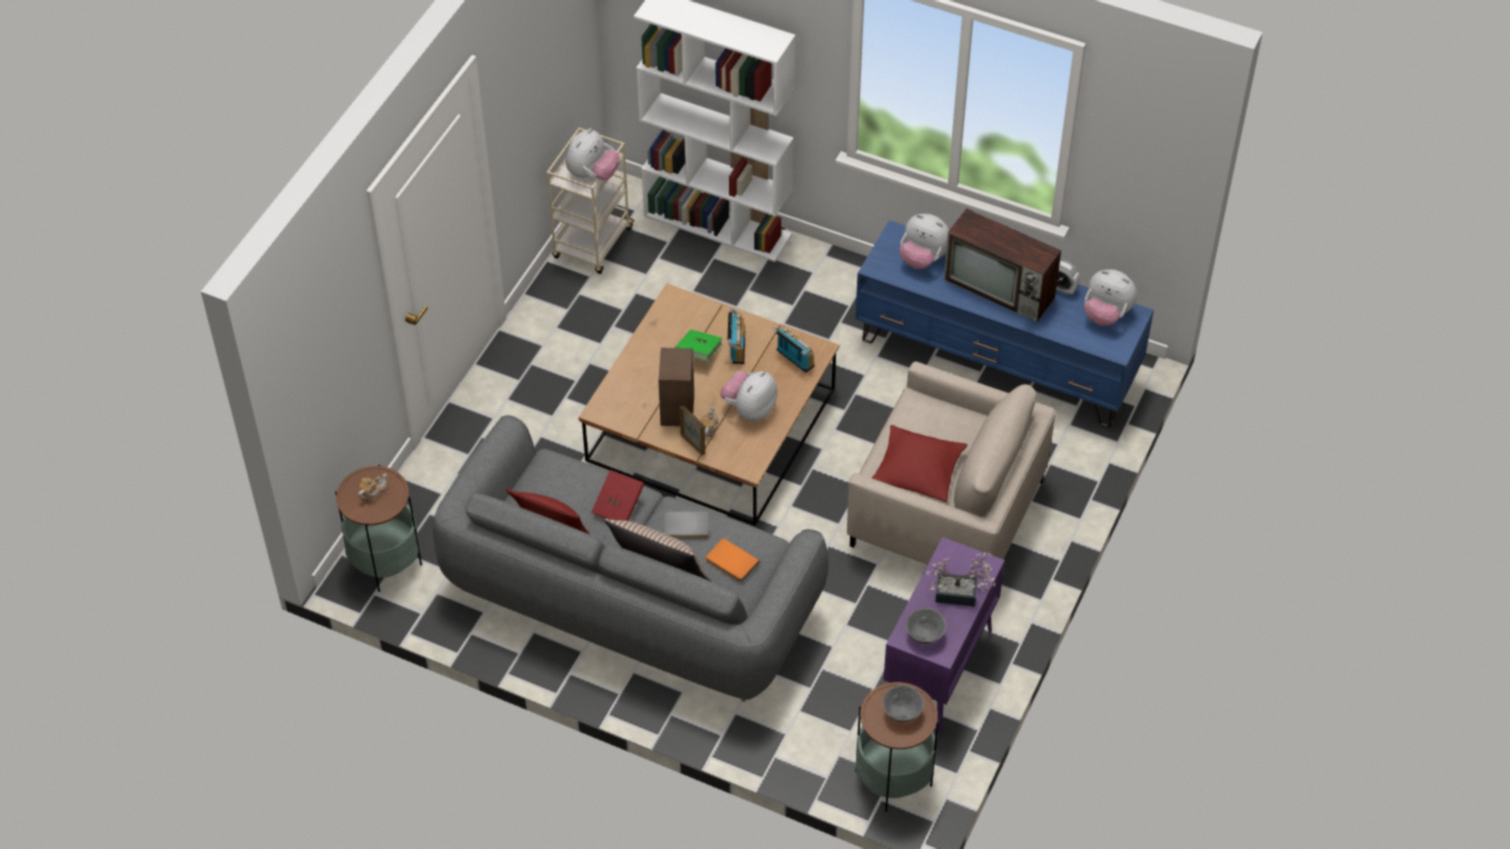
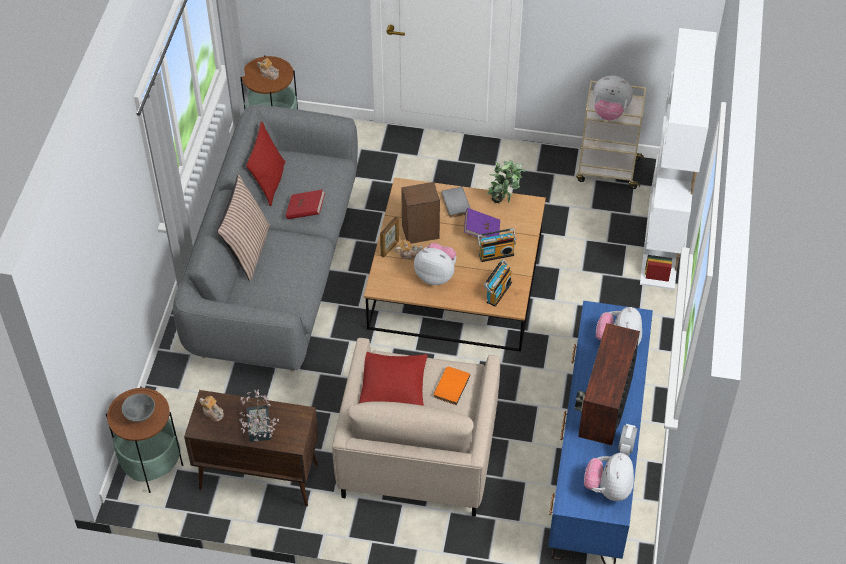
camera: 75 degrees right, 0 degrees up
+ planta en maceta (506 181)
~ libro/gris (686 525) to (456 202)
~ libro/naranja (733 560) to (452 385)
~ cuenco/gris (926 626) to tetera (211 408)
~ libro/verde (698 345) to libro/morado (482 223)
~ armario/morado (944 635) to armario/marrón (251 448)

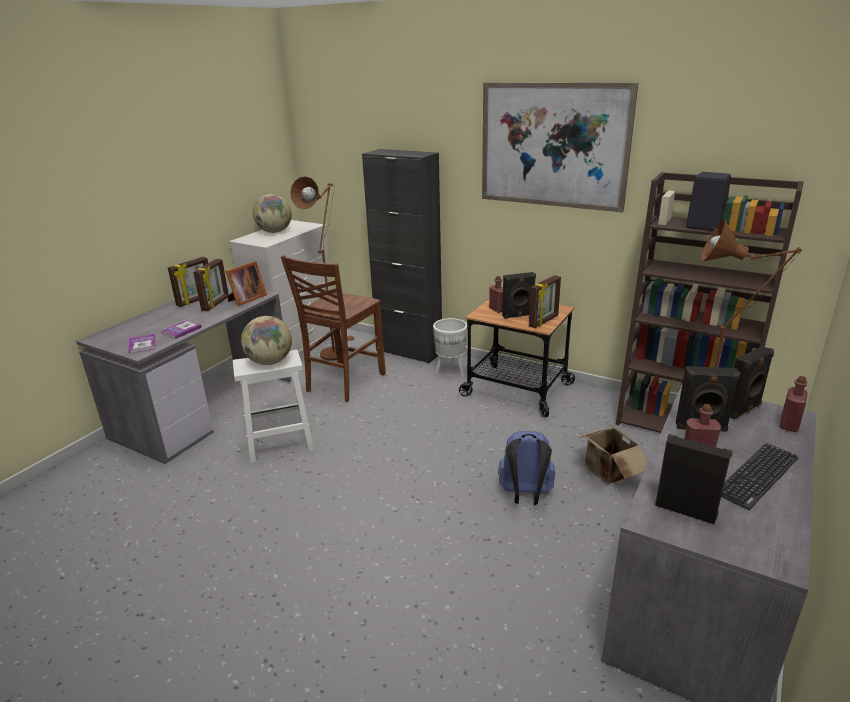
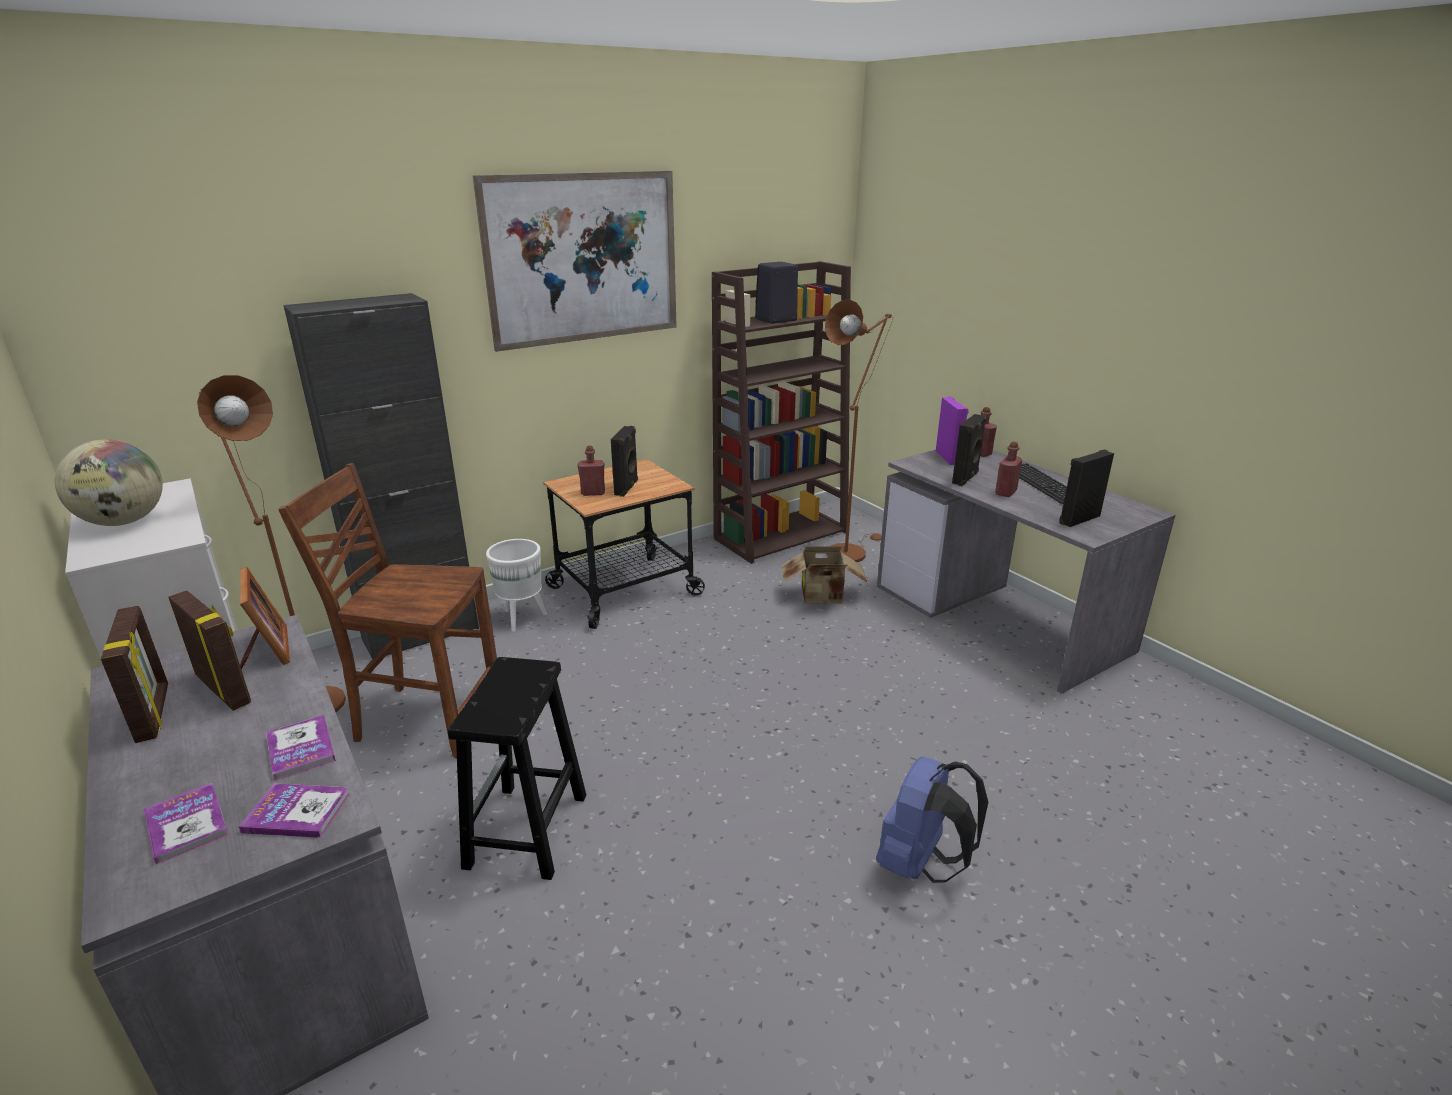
camera: 65 degrees left, 0 degrees up
- globo terráqueo (266 340)
- portarretratos (545 301)
+ libro (186 824)
~ mochila/azul (526 468) to (932 820)
~ taburete/blanco (273 407) to taburete/negro (517 768)
~ altavoz/negro (752 382) to altavoz/morado (952 430)
~ silla/marrón (333 328) = (387 610) 135 degrees clockwise

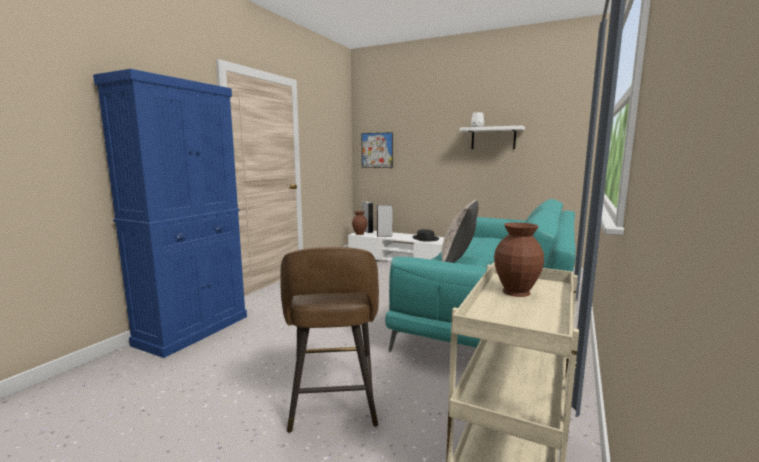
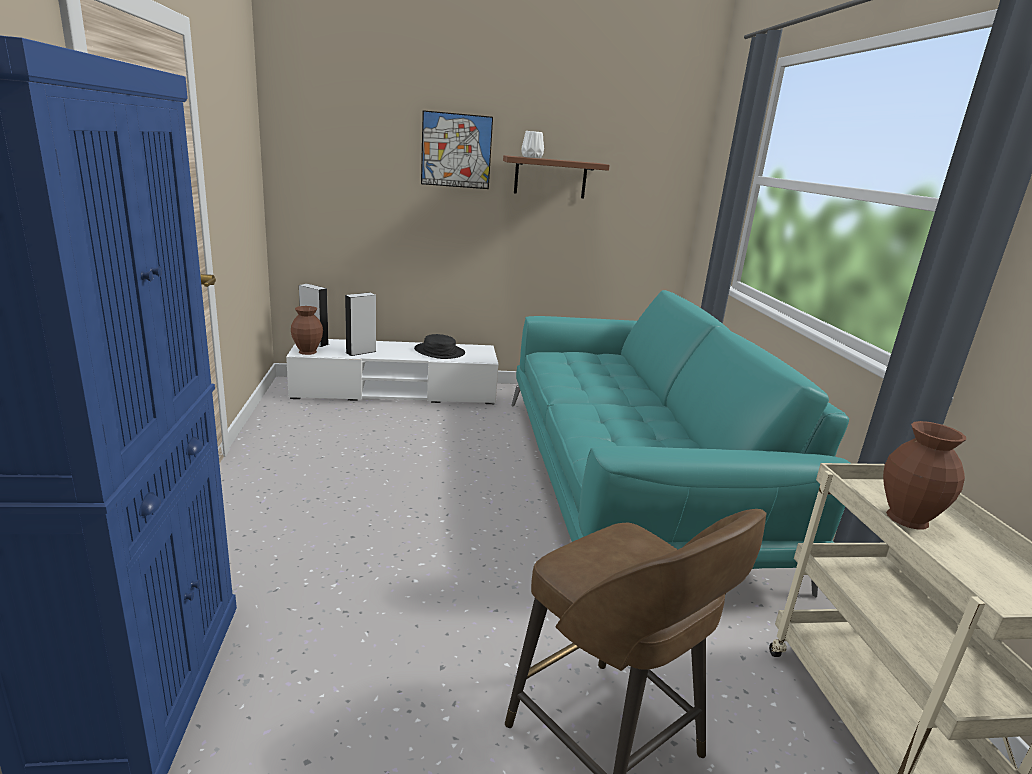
camera: 35 degrees left, 10 degrees up
- cojín/beis (459 231)
~ cuadro (377 150) to (457 149)
~ estante/blanco (492 137) to estante/marrón (556 176)

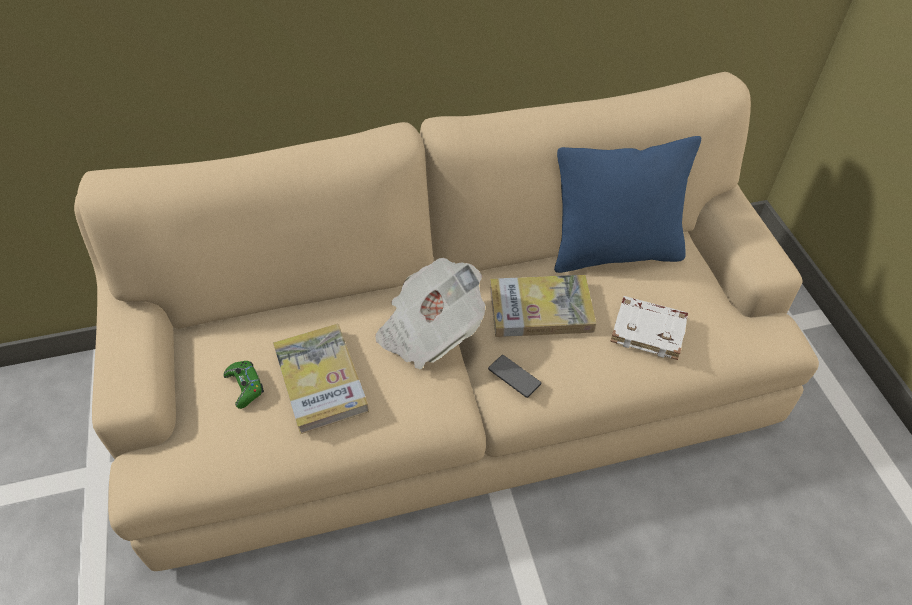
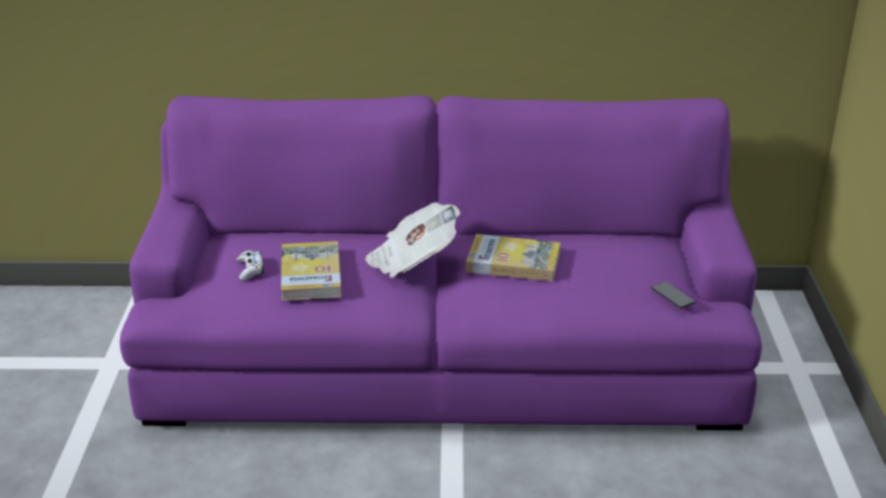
camera: 15 degrees right, 20 degrees down
- cojín/azul (627 204)
- libro/blanco (649 328)
~ móvil (514 376) to (673 295)
~ sofá/beis (446 321) to sofá/morado (441 263)
~ mando de consola/verde (244 385) to mando de consola/blanco (250 265)

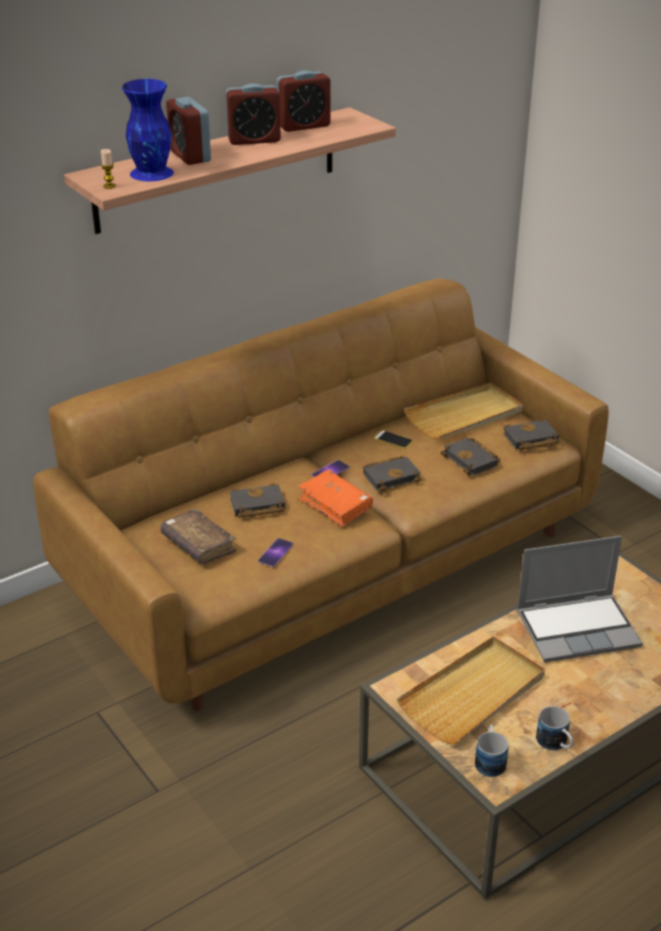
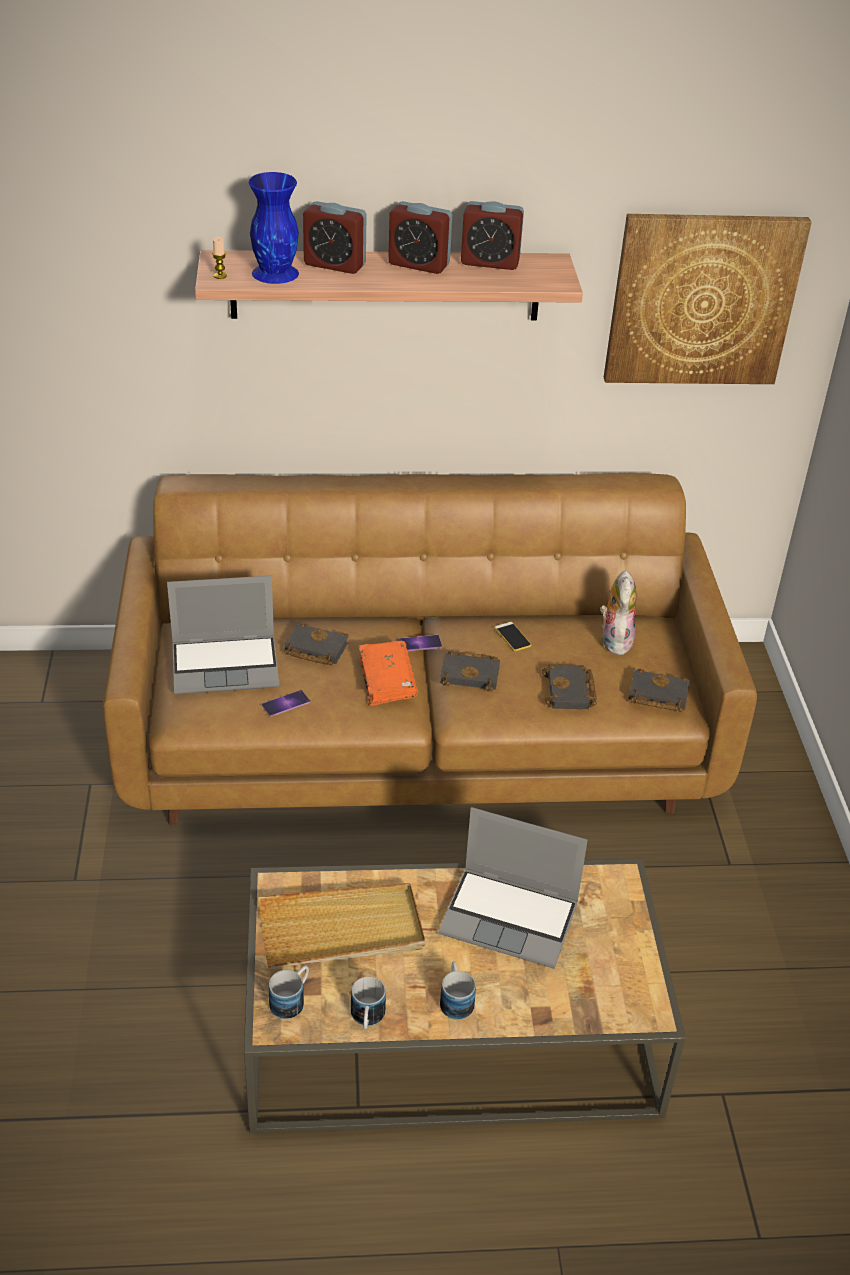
camera: 30 degrees right, 5 degrees up
+ taza grande (458 990)
+ cuadro (708 299)
~ libro/marrón (199 536) to portátil (223 635)
~ bandeja/beis (463 411) to peluche (618 612)
~ despertador (188 131) = (335 237) 75 degrees counterclockwise

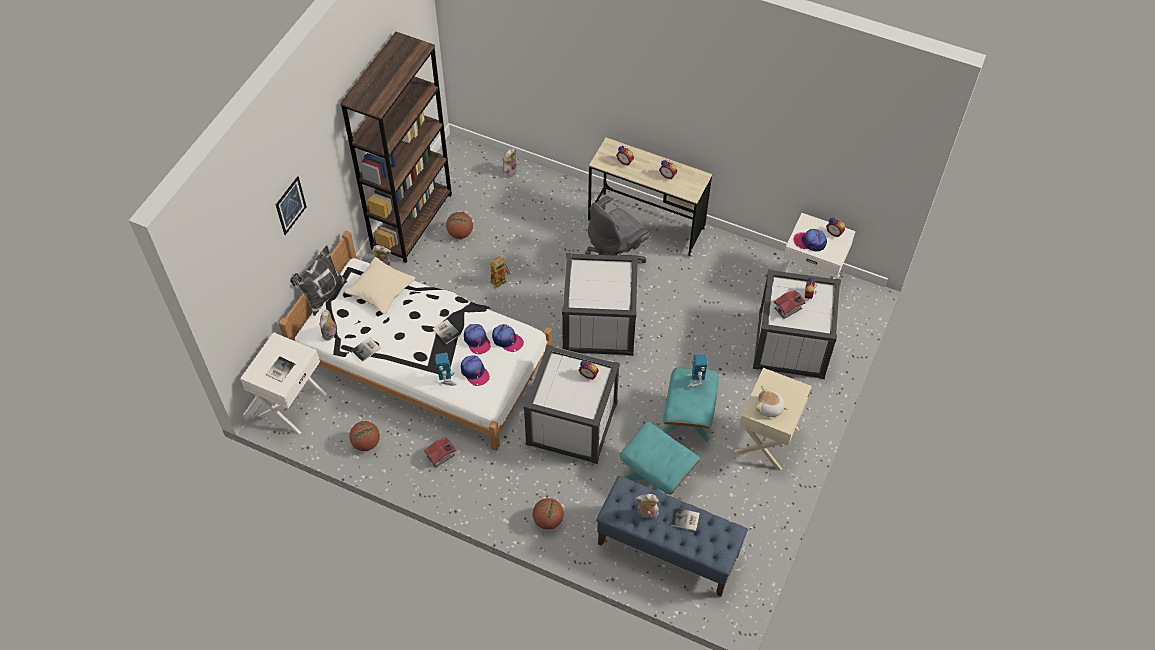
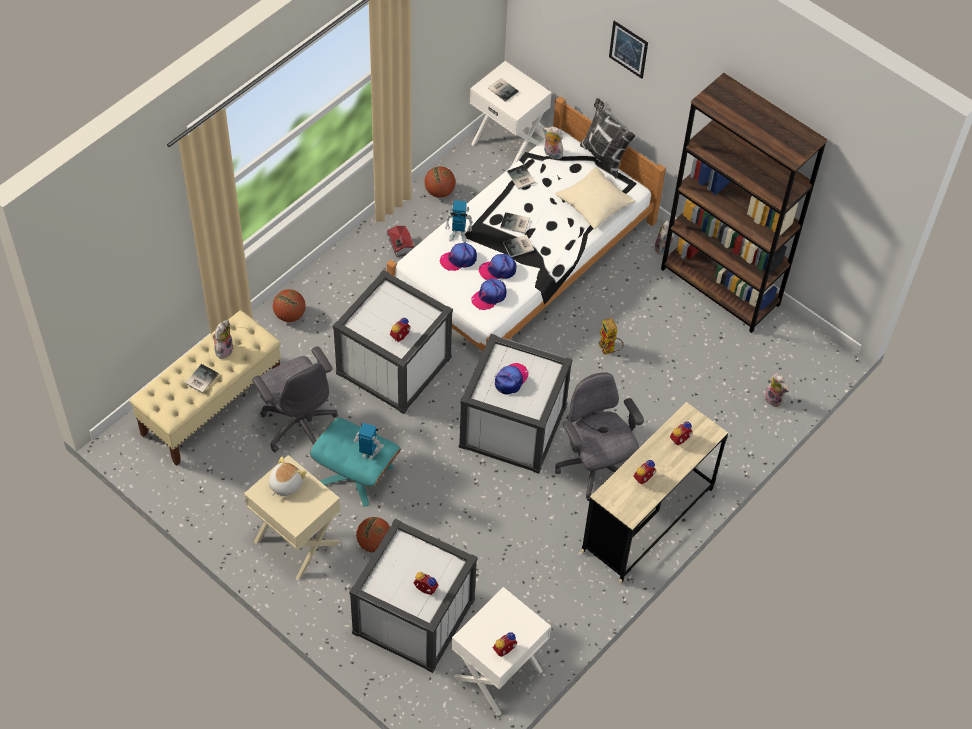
camera: 105 degrees right, 0 degrees up
- casita (790 304)
+ libro (515 223)
~ balón de baloncesto (459 225) to (373 535)
~ gorra (810 240) to (511 379)
~ puf/turquesa (660 458) to silla de oficina/gris (295 399)
~ banco/azul (672 536) to banco/beis (205 388)

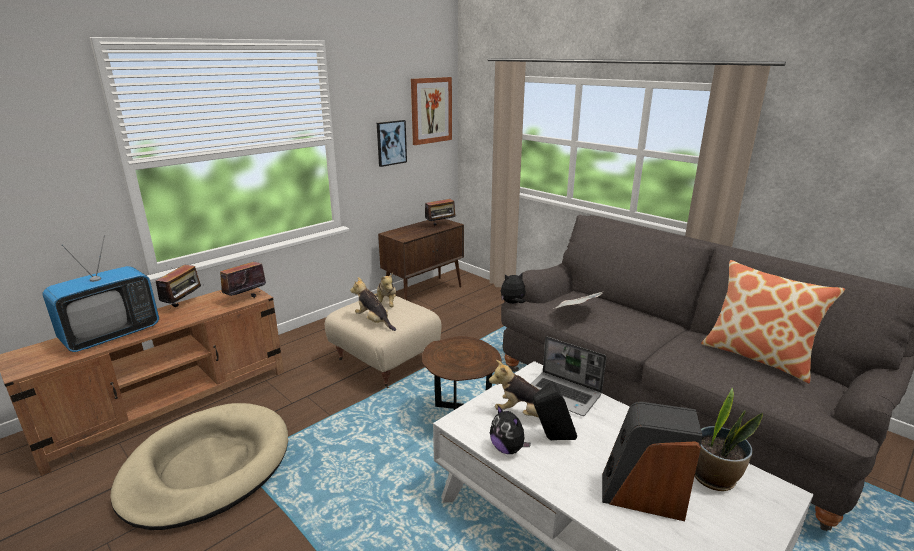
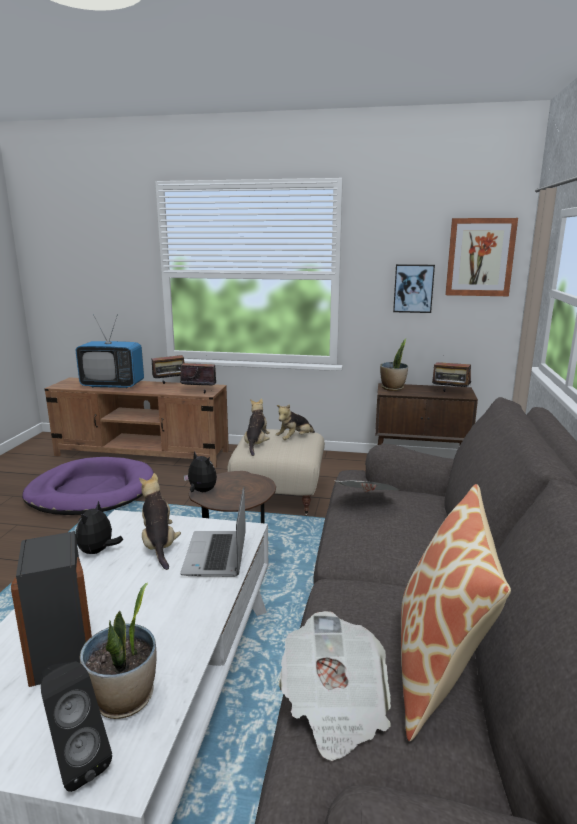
camera: 55 degrees right, 5 degrees down
+ periódico (334 686)
+ planta en maceta (394 364)
~ peluche (513 288) to (200 471)
~ altavoz/negro (555 410) to (76 726)
~ cama para perro/beis (199 466) to cama para perro/morado (88 486)

